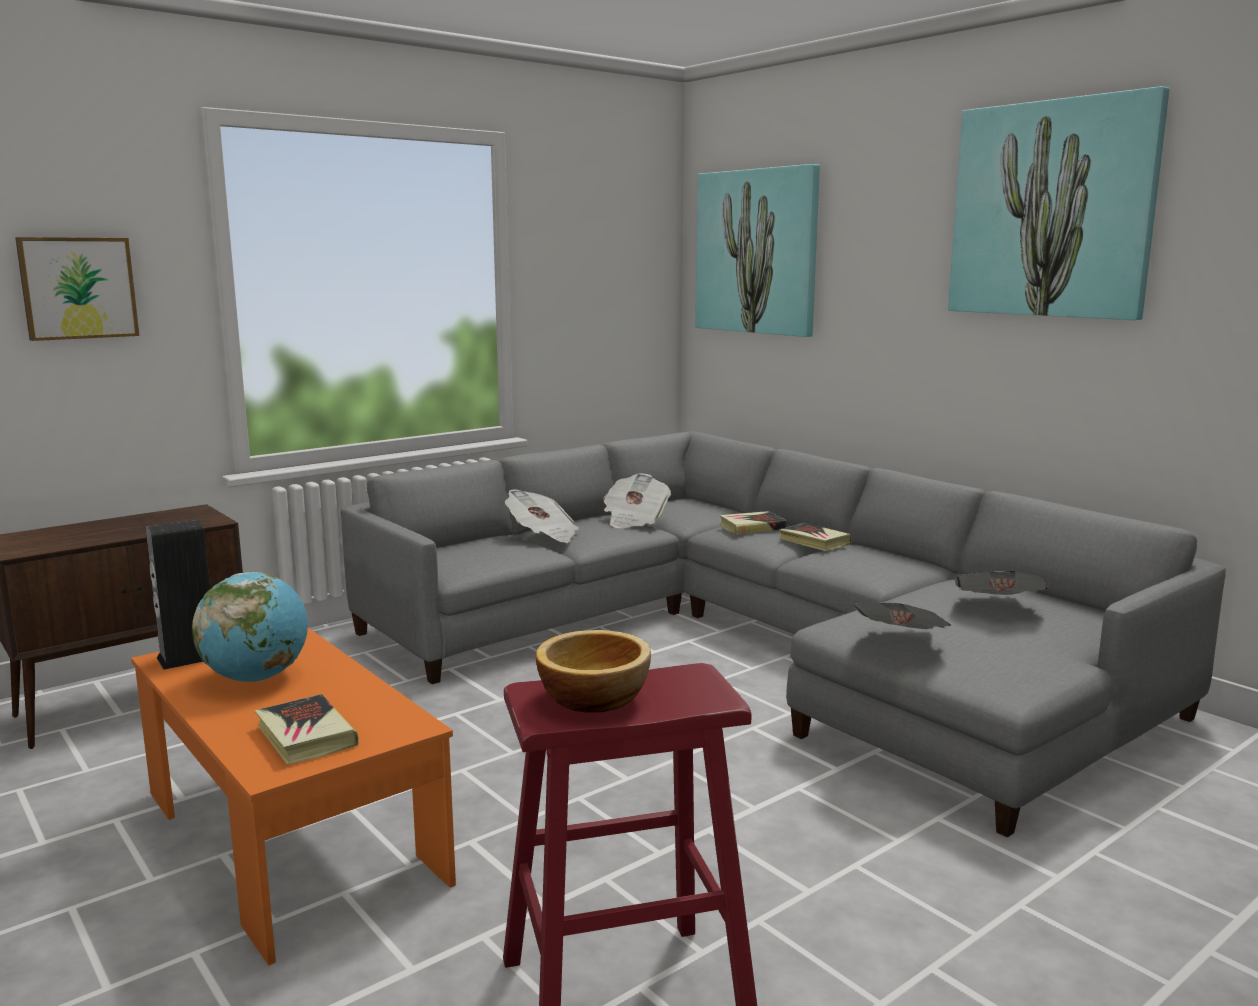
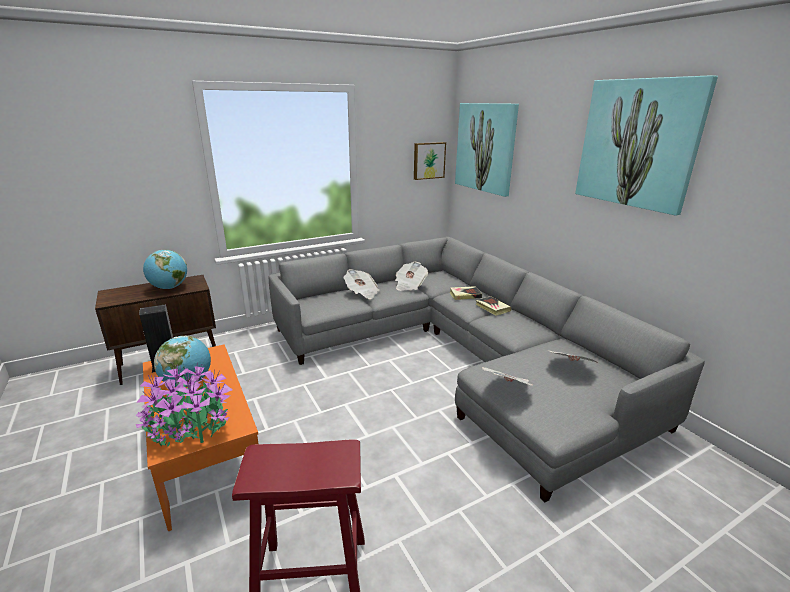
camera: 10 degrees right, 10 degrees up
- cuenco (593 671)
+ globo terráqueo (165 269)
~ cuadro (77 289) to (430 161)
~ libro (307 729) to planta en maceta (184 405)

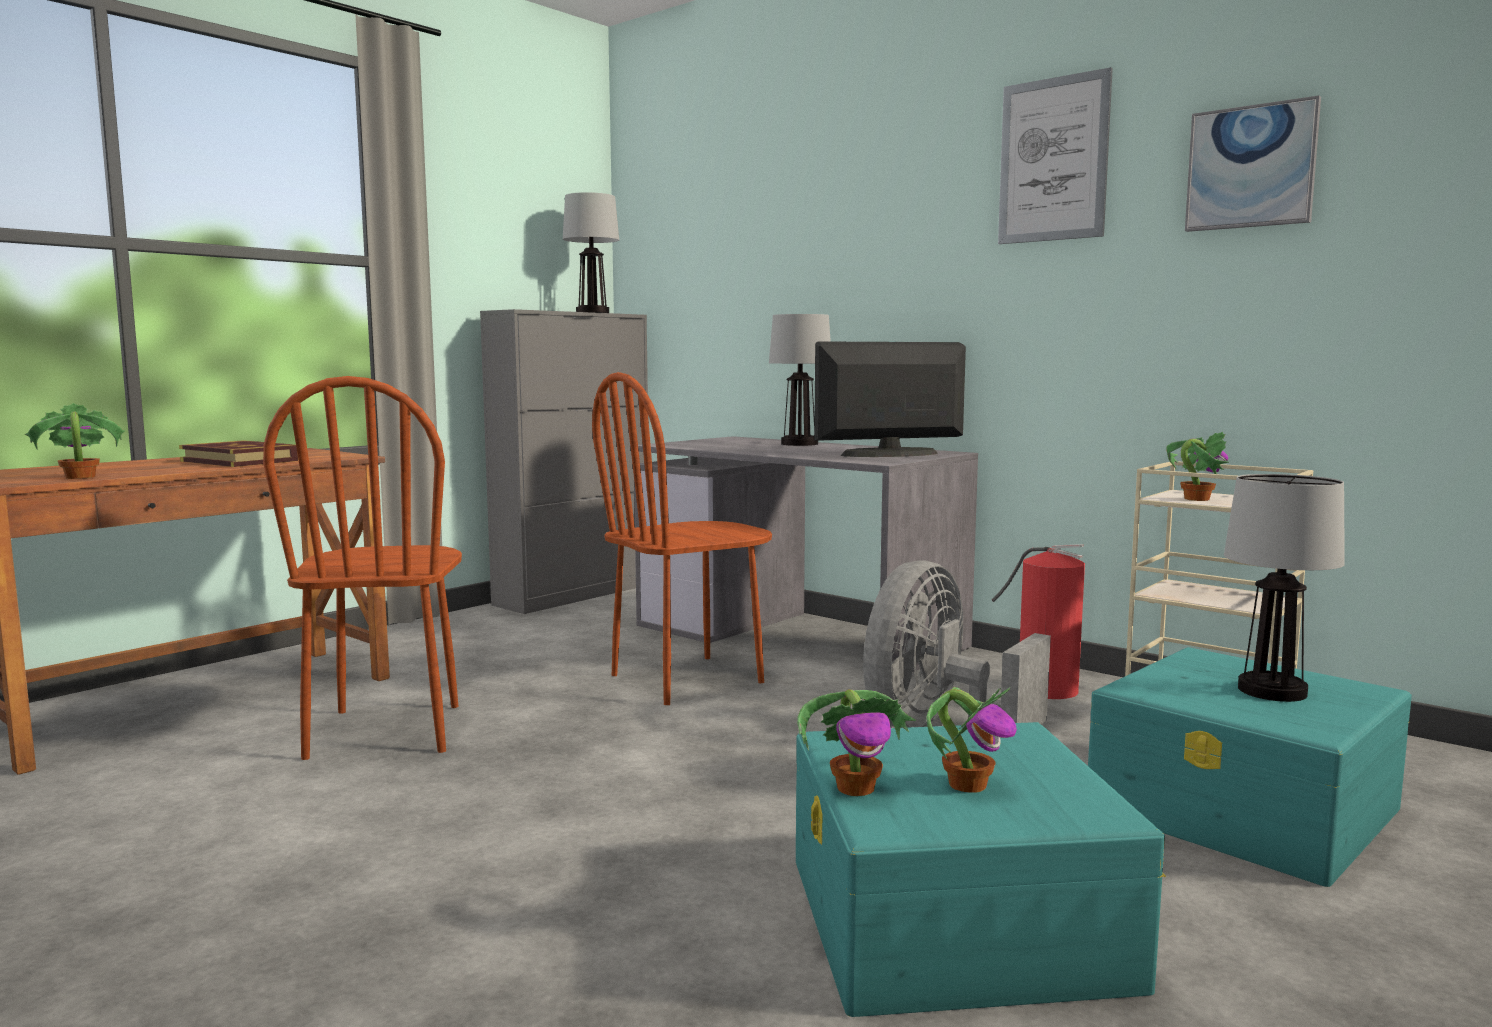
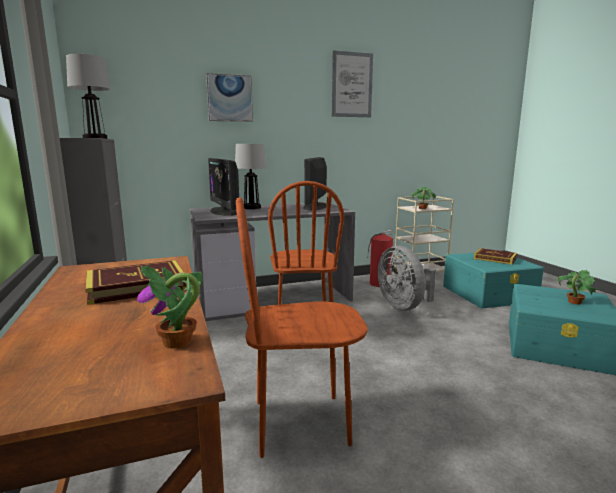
camera: 60 degrees left, 5 degrees up
- planta en maceta (856 742)
+ monitor (223 187)
~ cuadro (1253 164) to (229 97)
~ lámpara de mesa (1284 588) to libro (495 256)
~ silla/marrón (362 568) = (302 327) 150 degrees clockwise

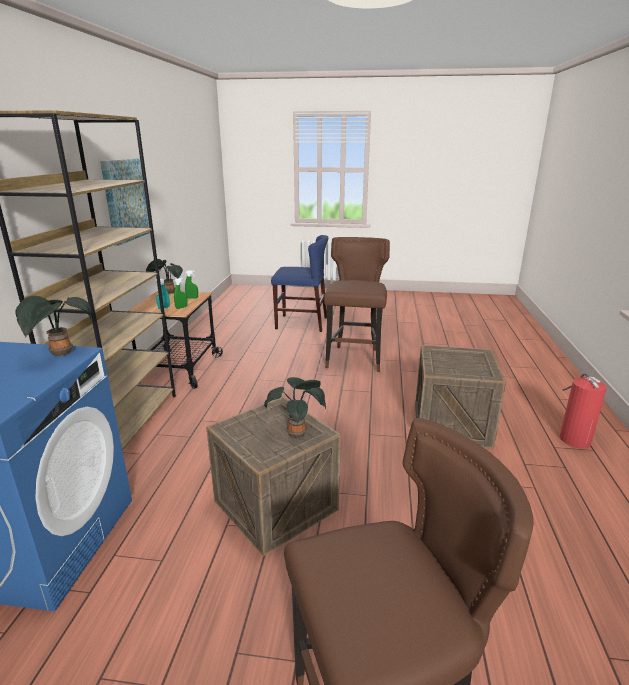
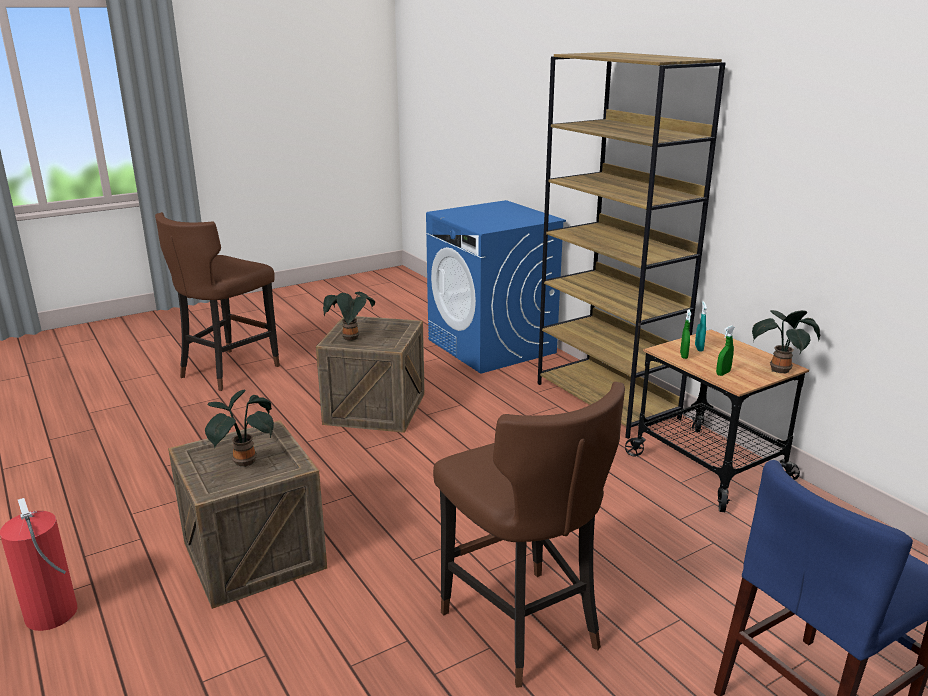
camera: 140 degrees right, 0 degrees up
- cuadro (125 202)
~ planta en maceta (53 326) to (239 429)

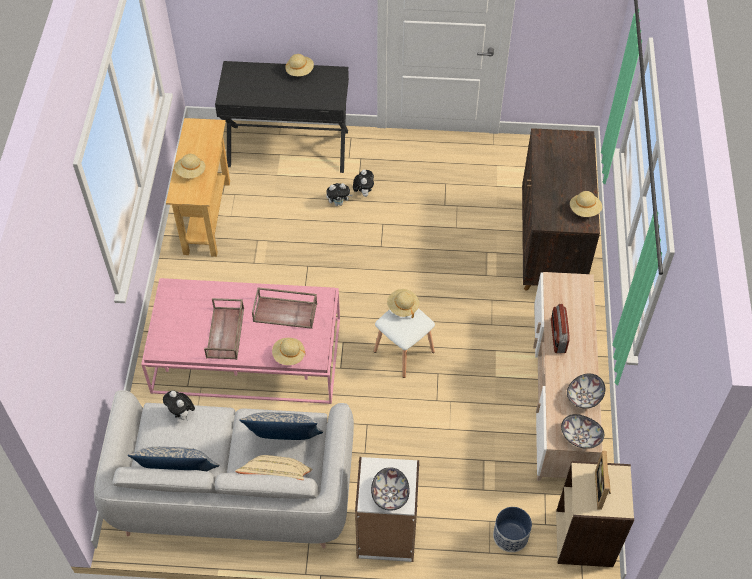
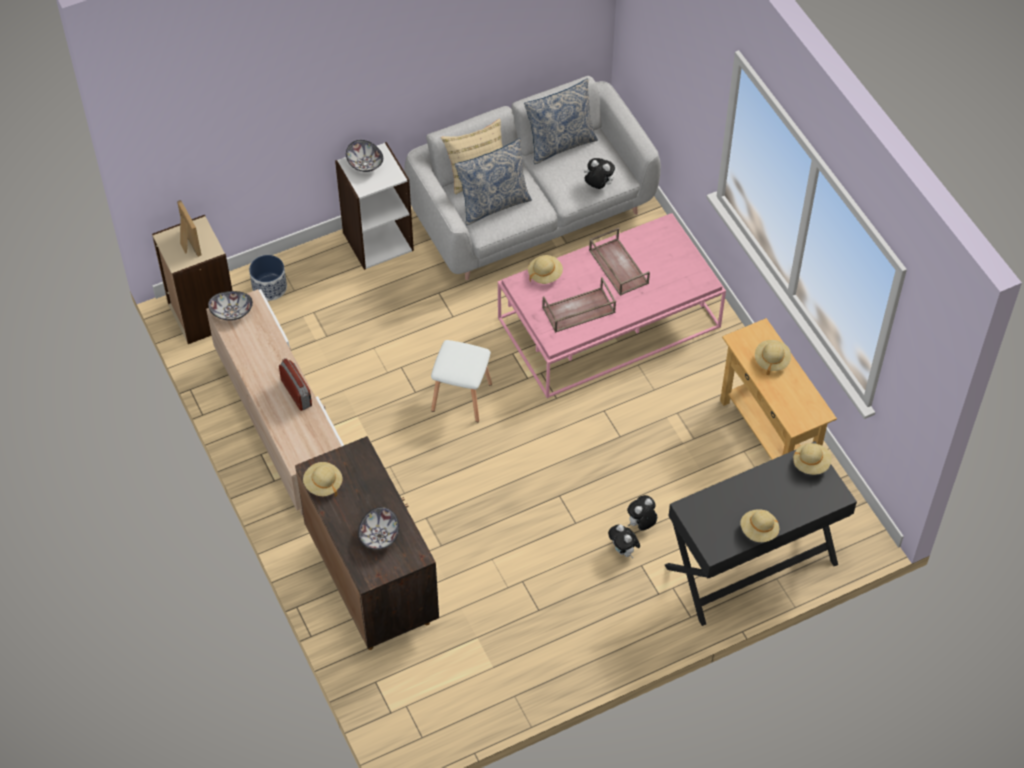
camera: 150 degrees right, 0 degrees up
~ sombrero/beis (403 303) to (812 459)
~ cuenco (586 391) to (378 528)

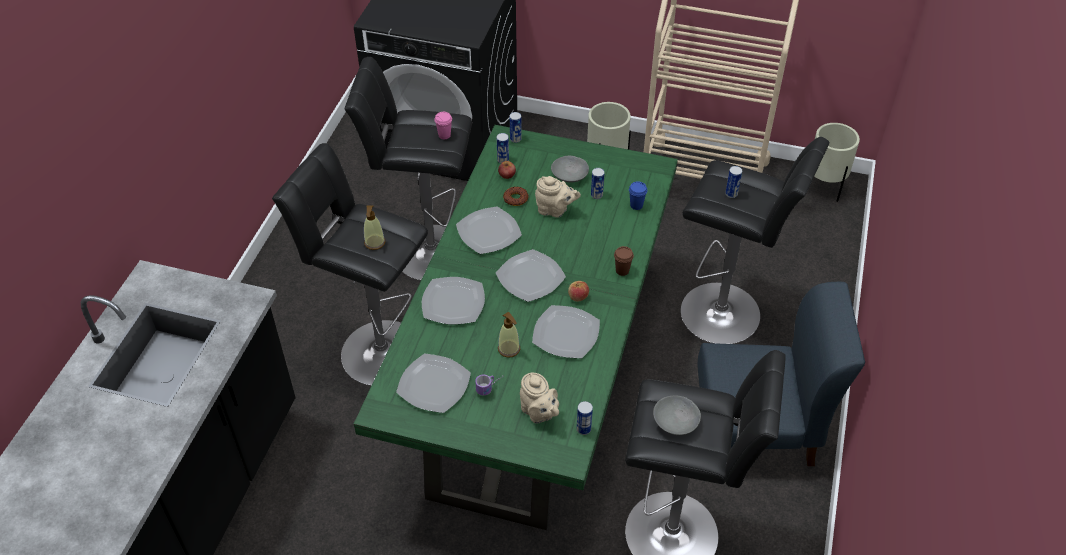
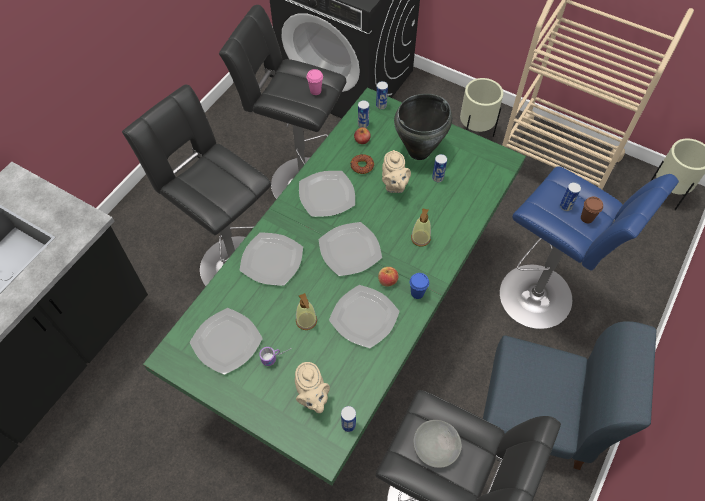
camera: 15 degrees right, 10 degrees up
~ dispensador de jabón (374 227) to (421 227)
~ taza/marrón (624 261) to (592 210)
~ taza/azul (638 195) to (419 286)
~ cuenco/gris (570 169) to olla/negro (423 127)
~ taburete/negro (755 240) to taburete/azul (589 247)
~ tetera/beis (558 197) = (396 171) 45 degrees clockwise

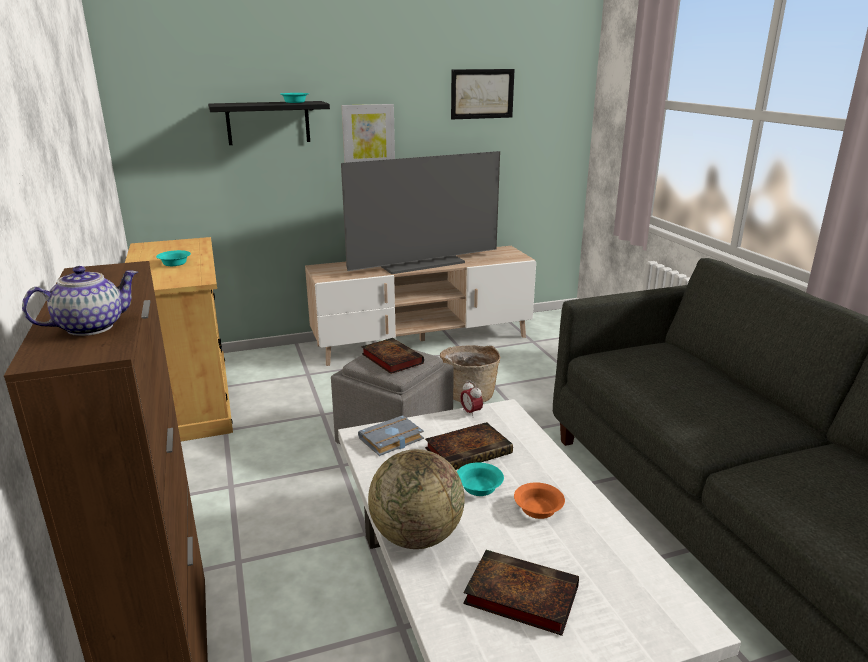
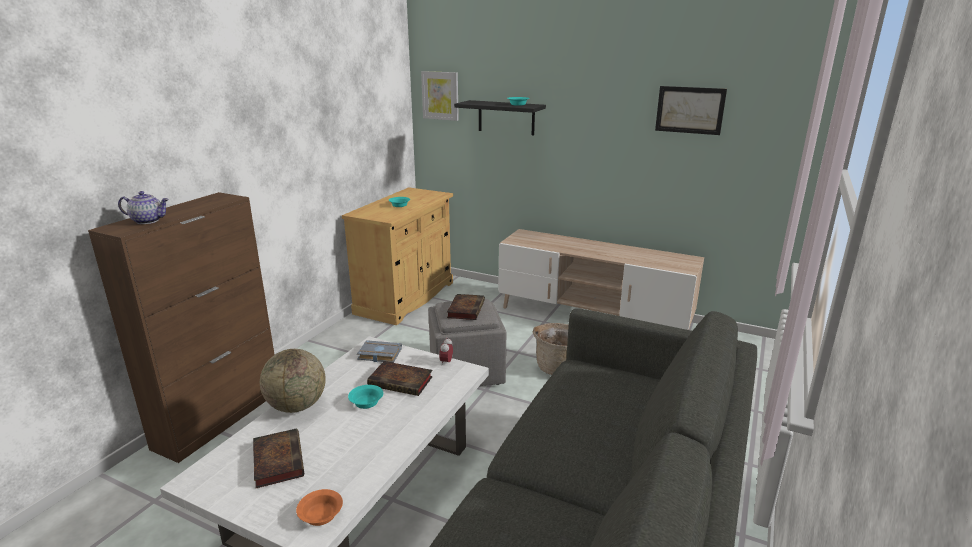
camera: 45 degrees right, 0 degrees up
- televisor (420 212)
~ cuadro (368 133) to (440 96)
~ cuenco/naranja (539 500) to (319 507)

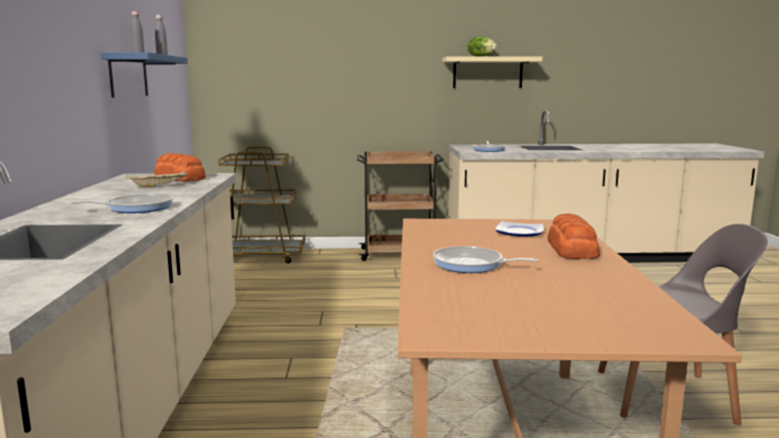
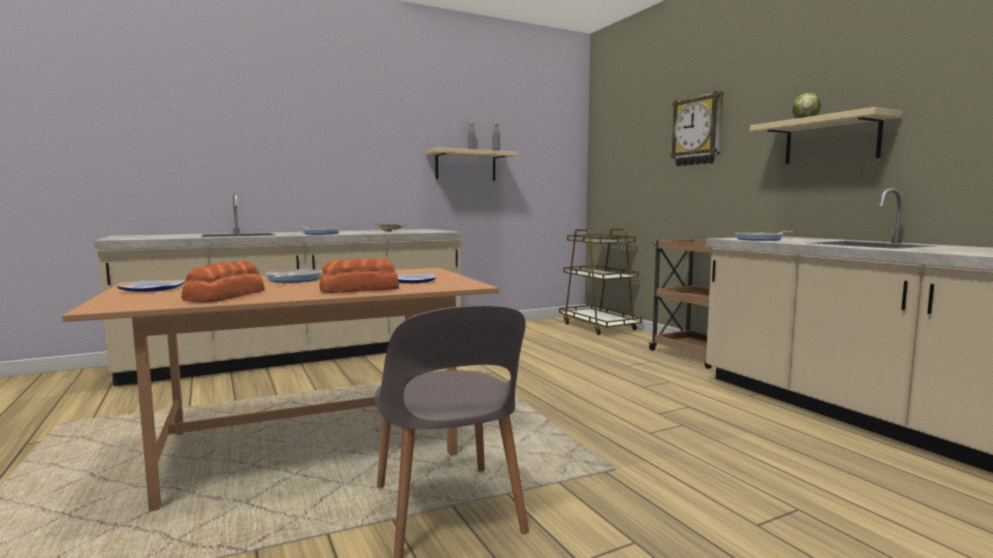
camera: 65 degrees right, 5 degrees down
+ plato (151 286)
+ reloj de pared (696 128)
~ pan (180 167) to (223 282)
~ estante/azul (144 75) to estante/beis (471 164)

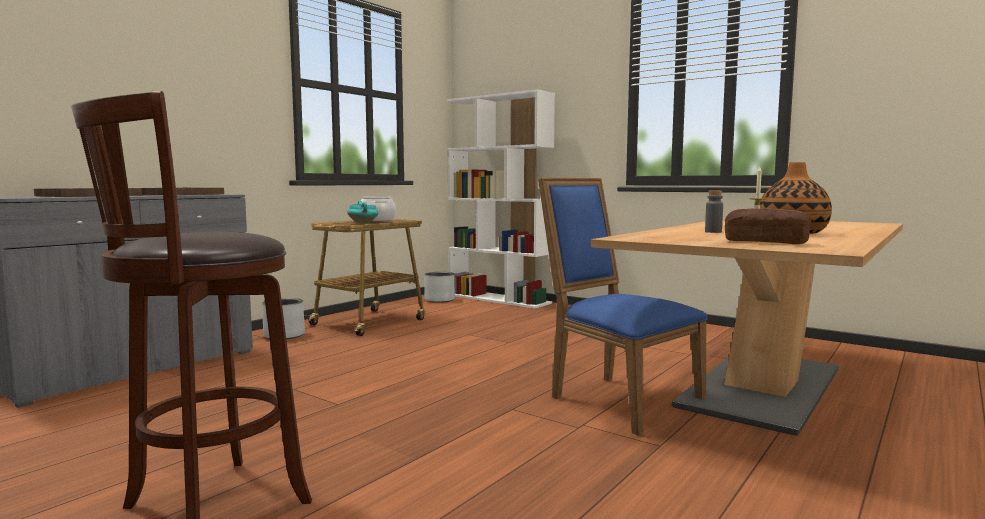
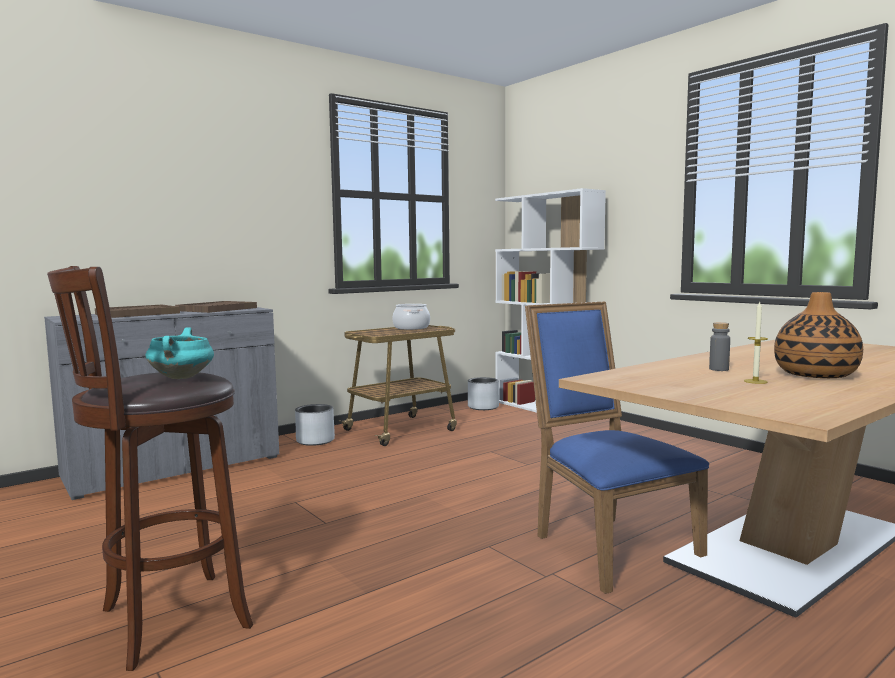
camera: 15 degrees right, 0 degrees up
- pan (768 226)
~ olla/turquesa (362 212) to (179 353)

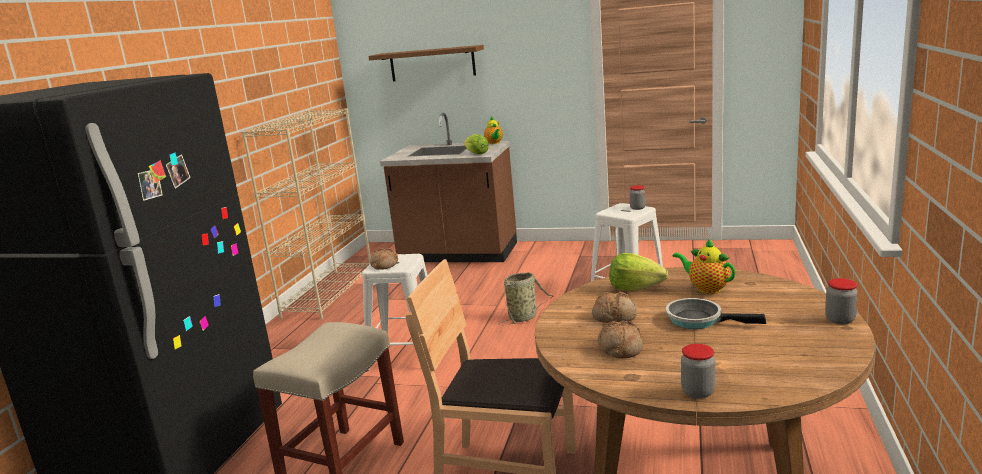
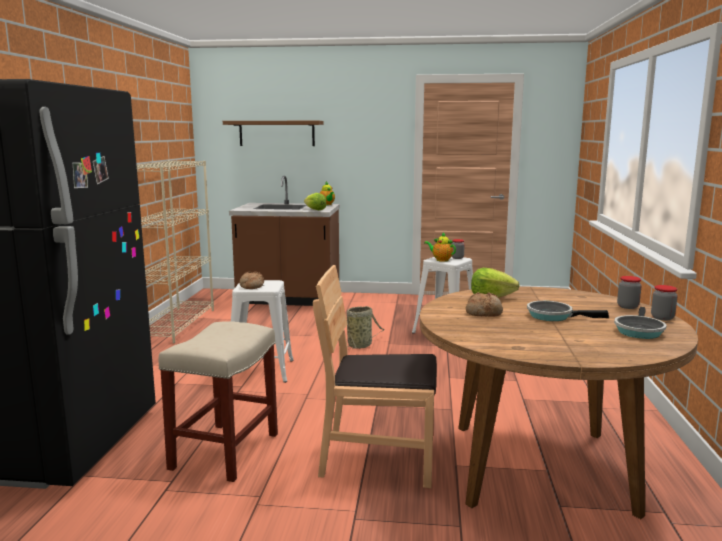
camera: 10 degrees left, 5 degrees down
- pan (620 339)
+ sartén (640 323)
~ tetera (704 266) to (440 247)
~ tarro (698 371) to (629 292)

